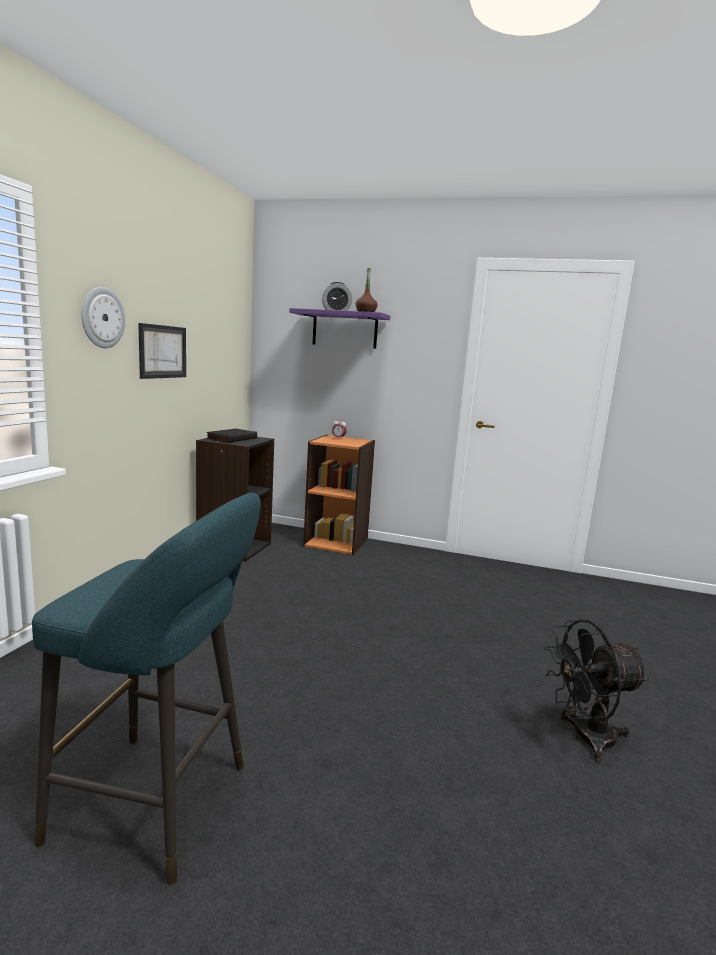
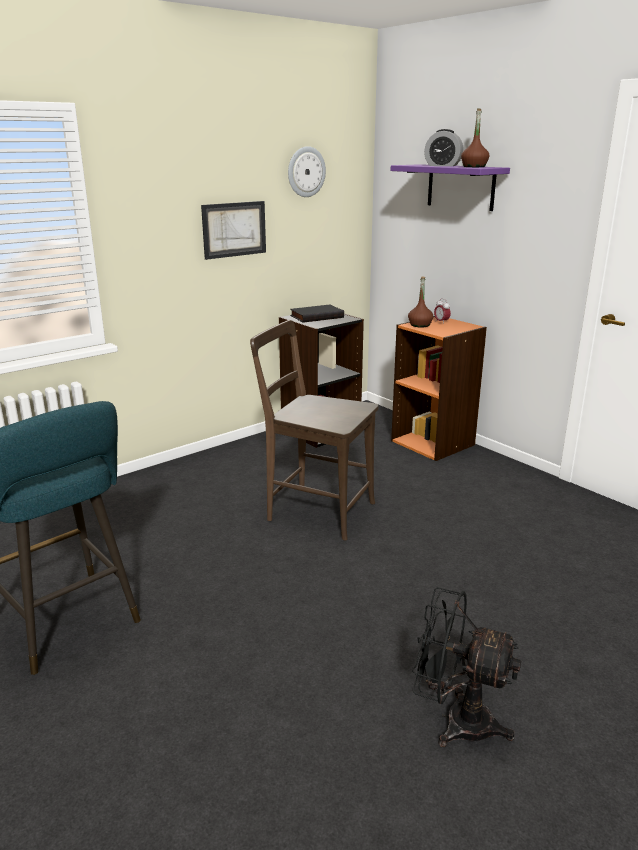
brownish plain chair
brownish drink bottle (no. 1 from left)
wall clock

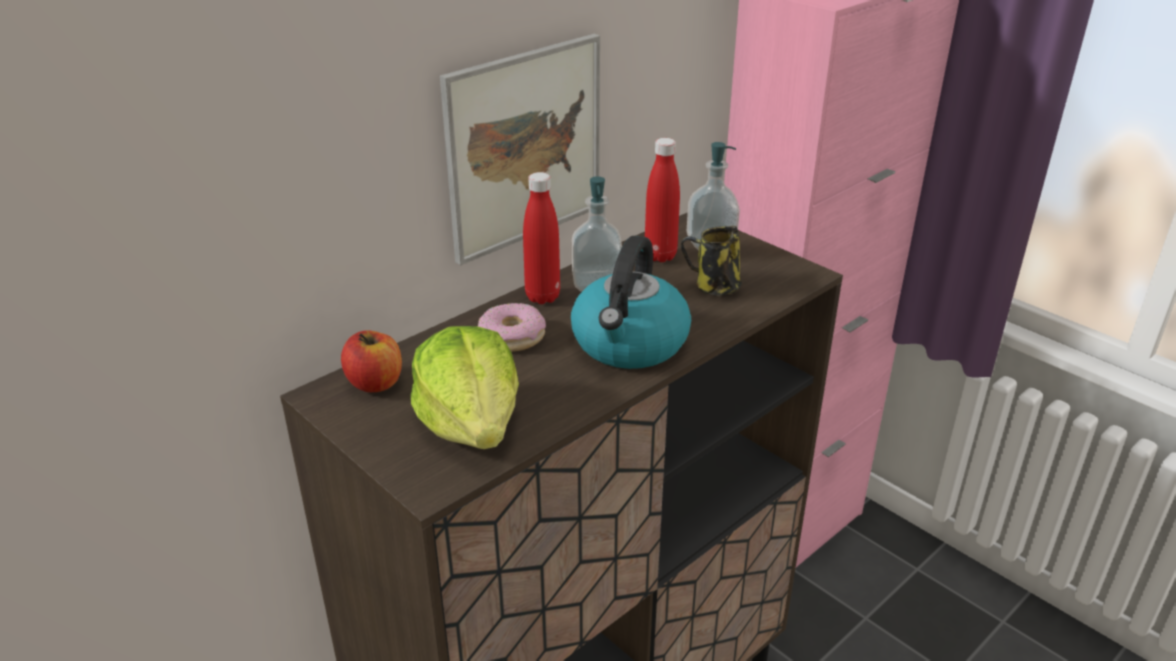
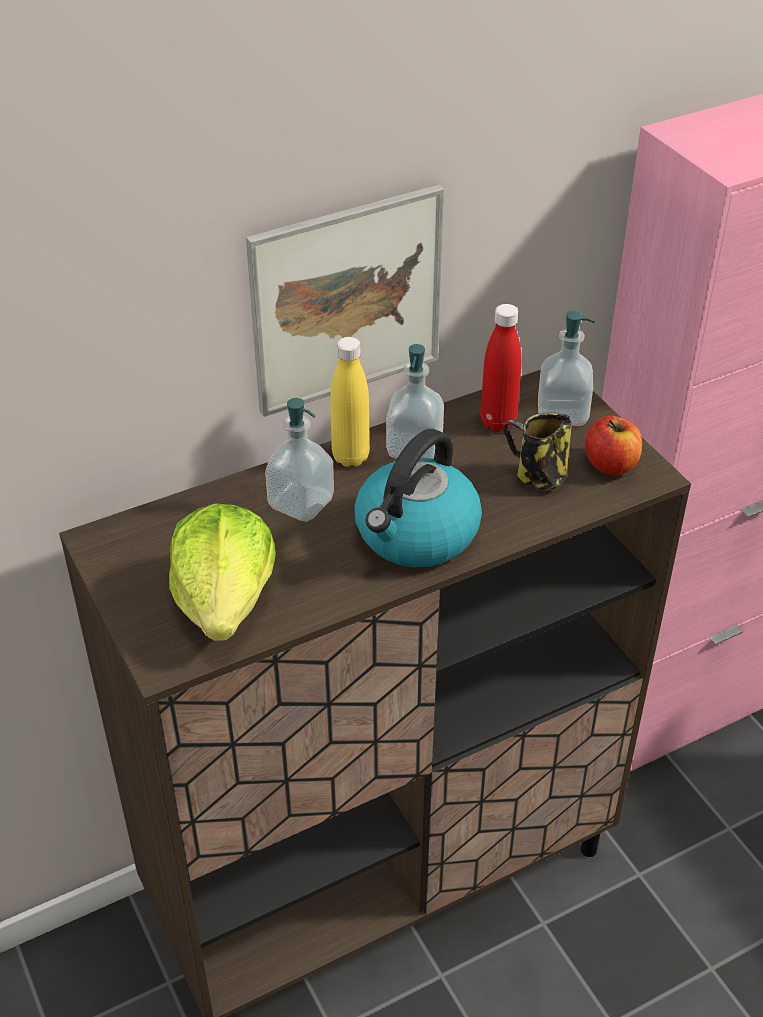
apple fruit
liquid soap bottle (no. 1 from left)
yellowish drink bottle

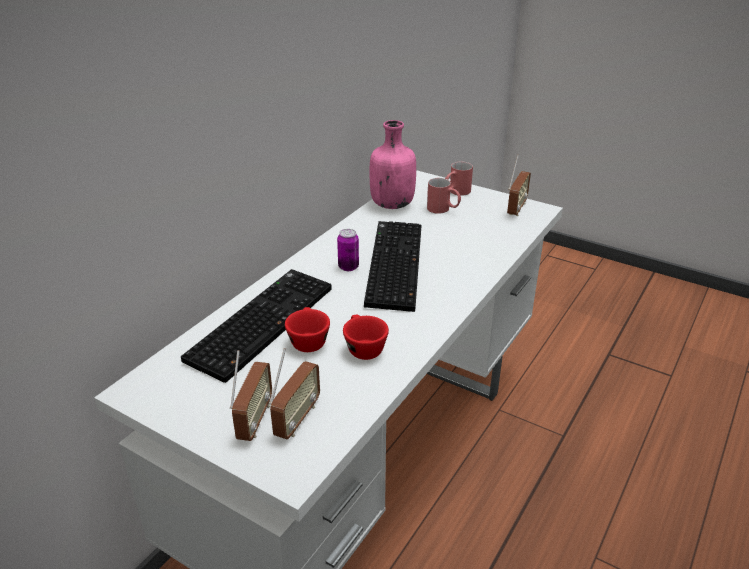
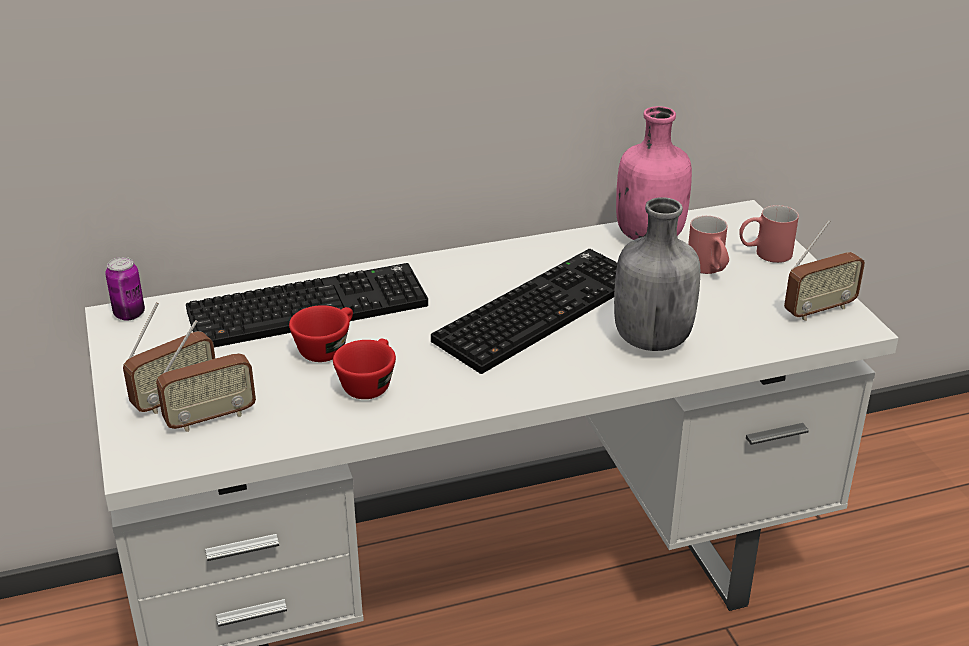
greyish drink bottle
can

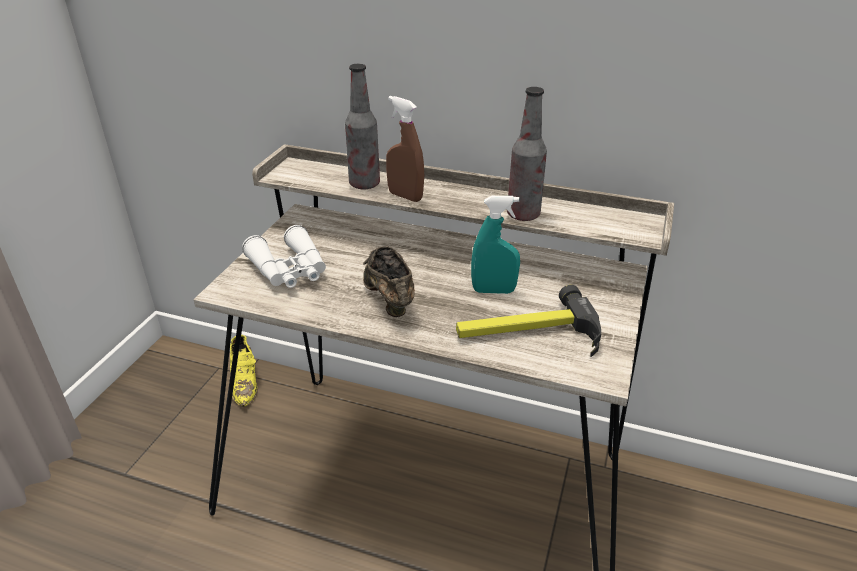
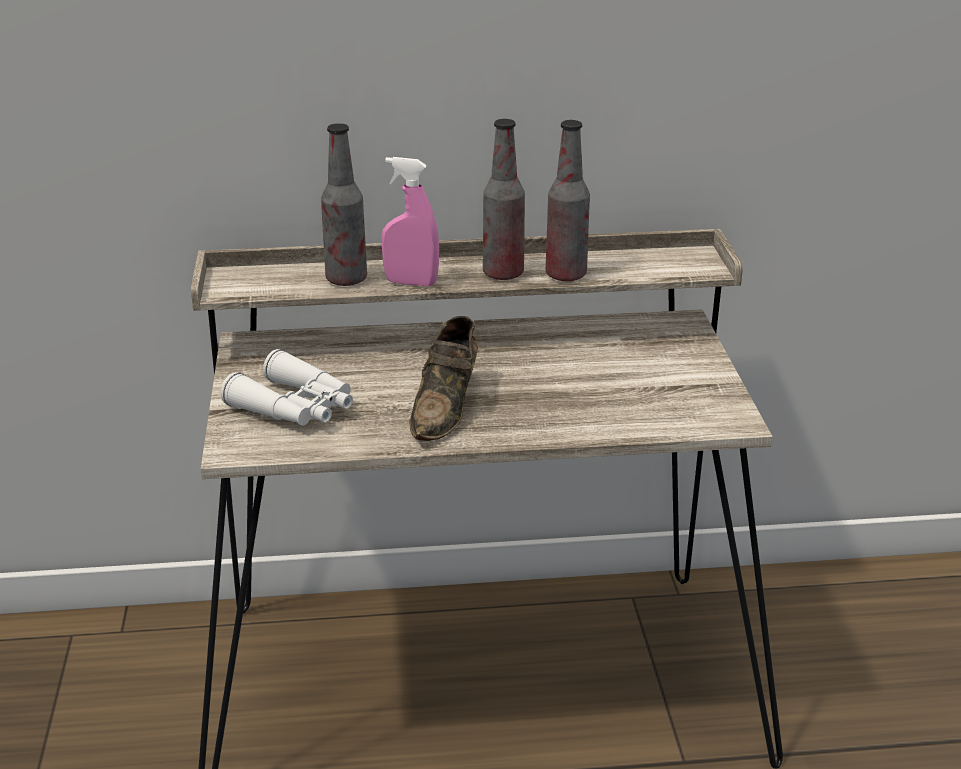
yellowish low shoe
tool hammer
turquoise-coloured sprayer
drink bottle (no. 2 from left)
pinkish sprayer
brownish low shoe

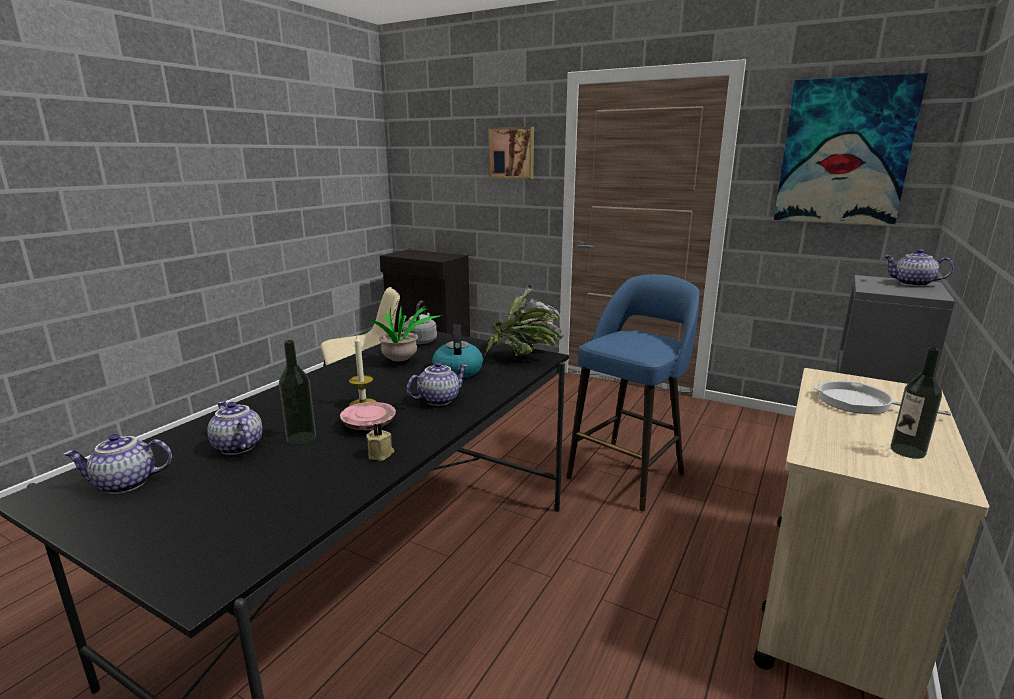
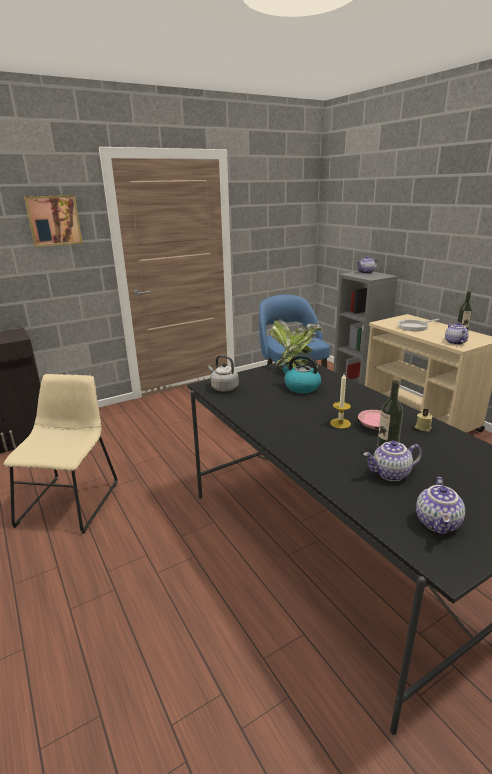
plant in a pot (no. 1 from left in the first image)
wall art (no. 2 from left in the first image)
teapot (no. 4 from left)

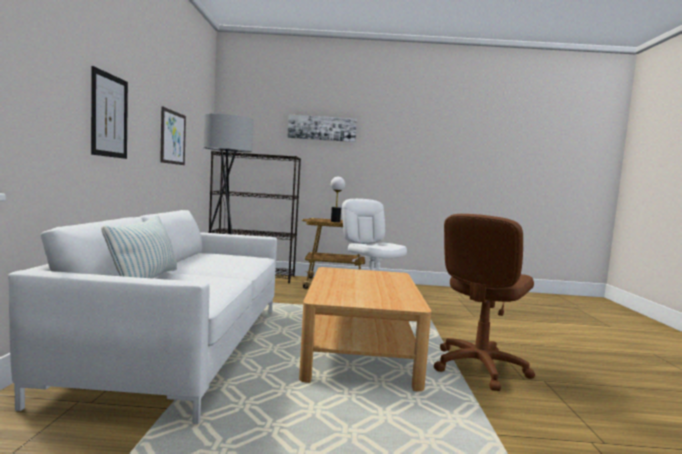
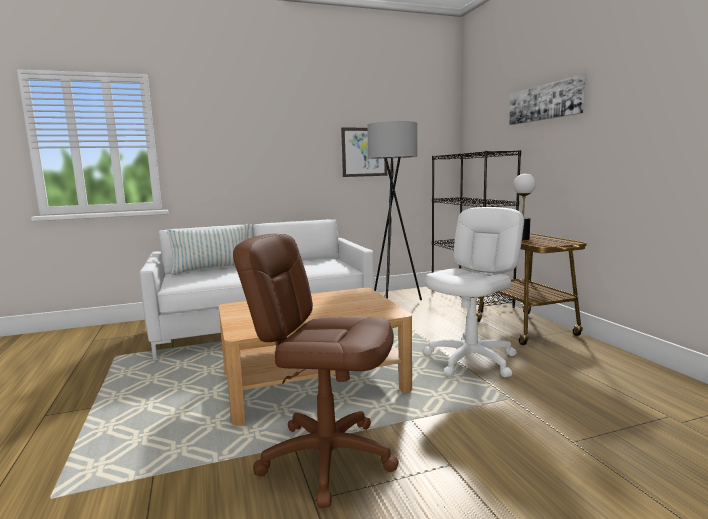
wall art (no. 1 from left in the first image)

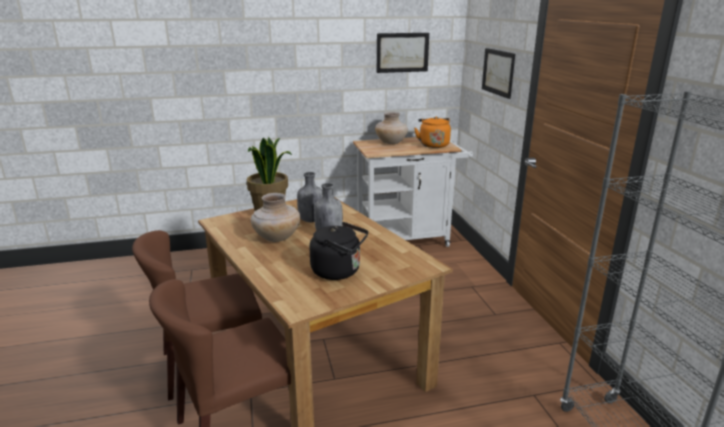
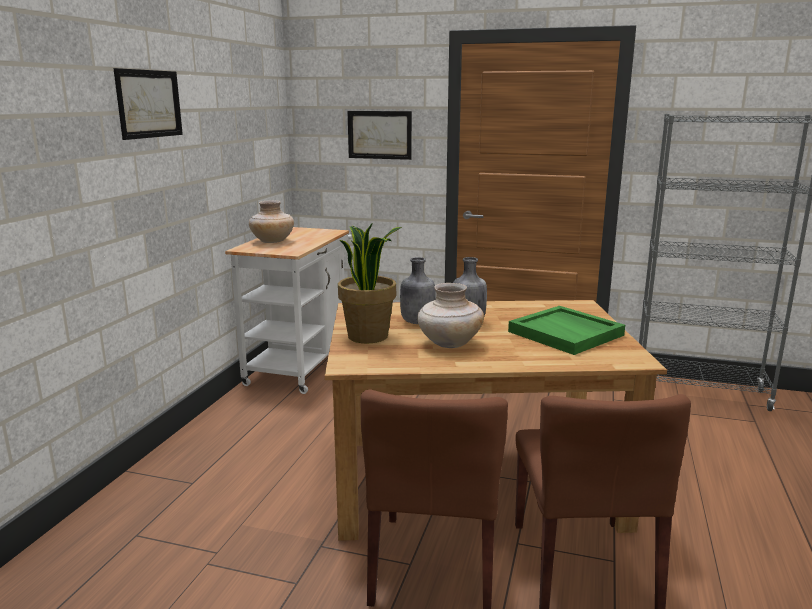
orange-coloured kettle
wall art (no. 1 from left)
green serving tray

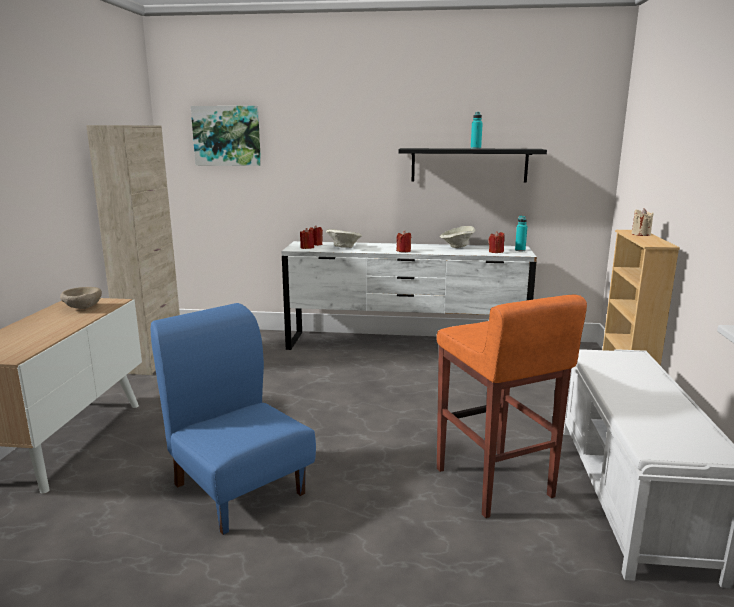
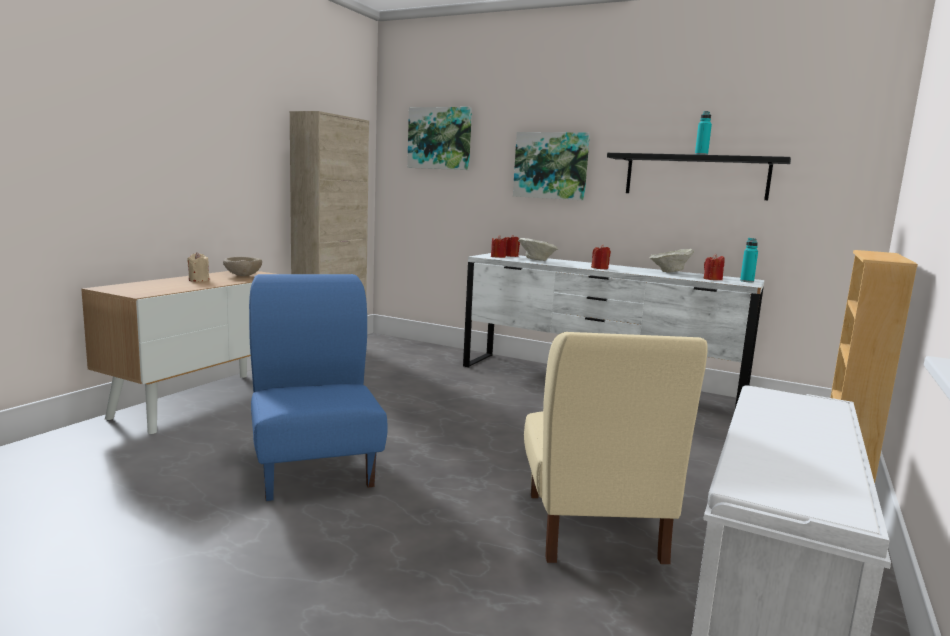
wall art (no. 2 from left)
beige candle
beige plain chair

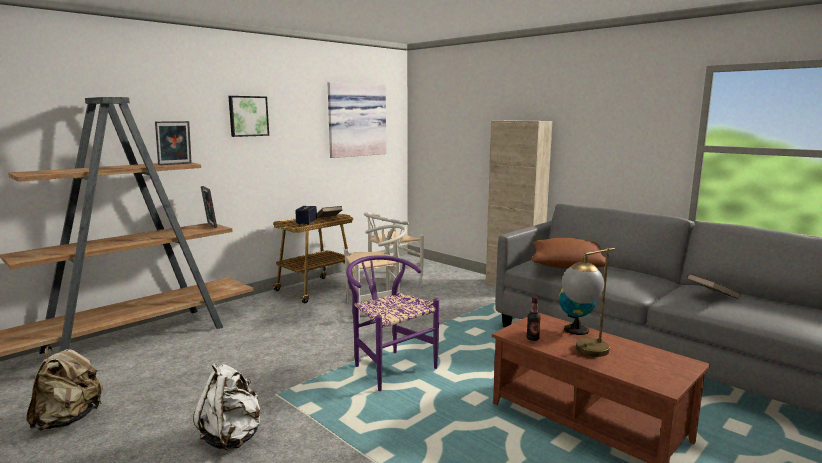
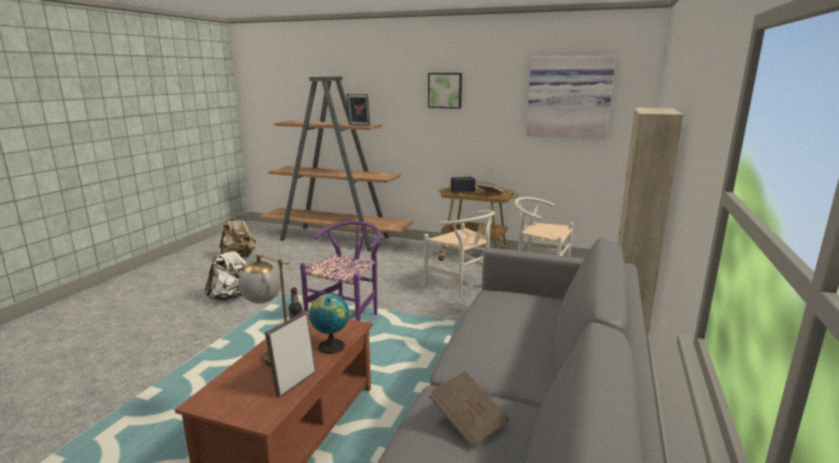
brownish throw pillow
photo frame (no. 1 from left)

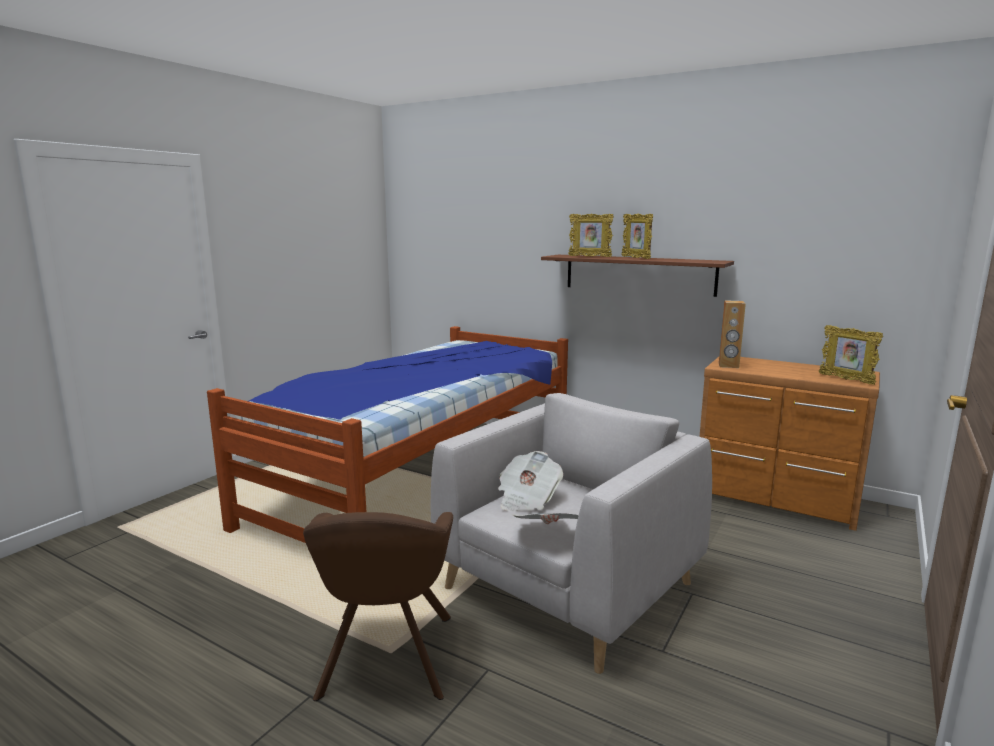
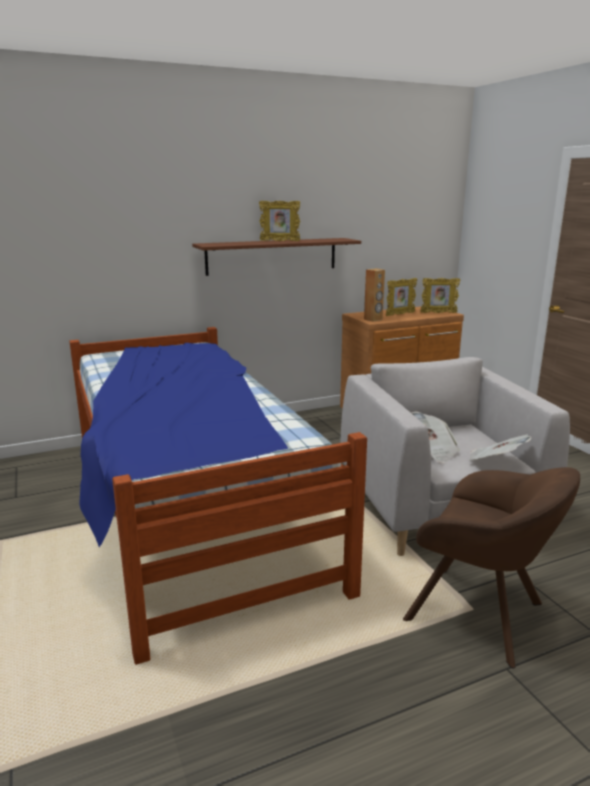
photo frame (no. 2 from left)

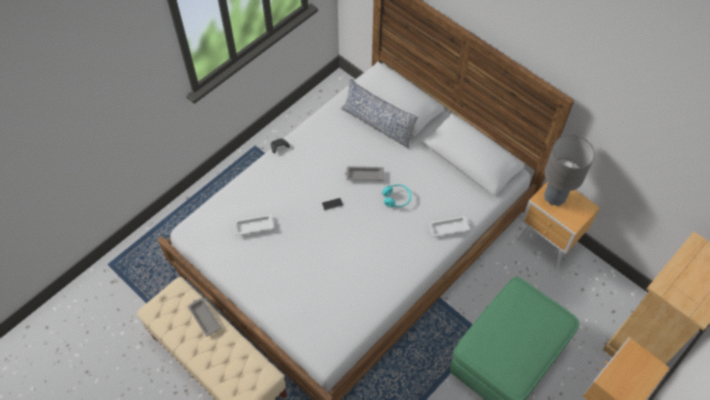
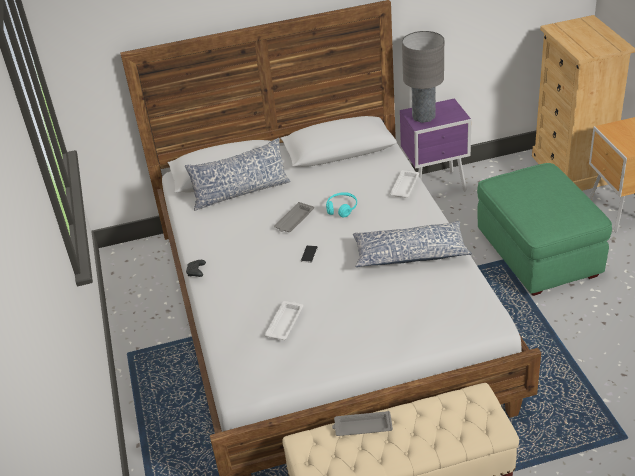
throw pillow (no. 2 from left)
purple-coloured bedside table

